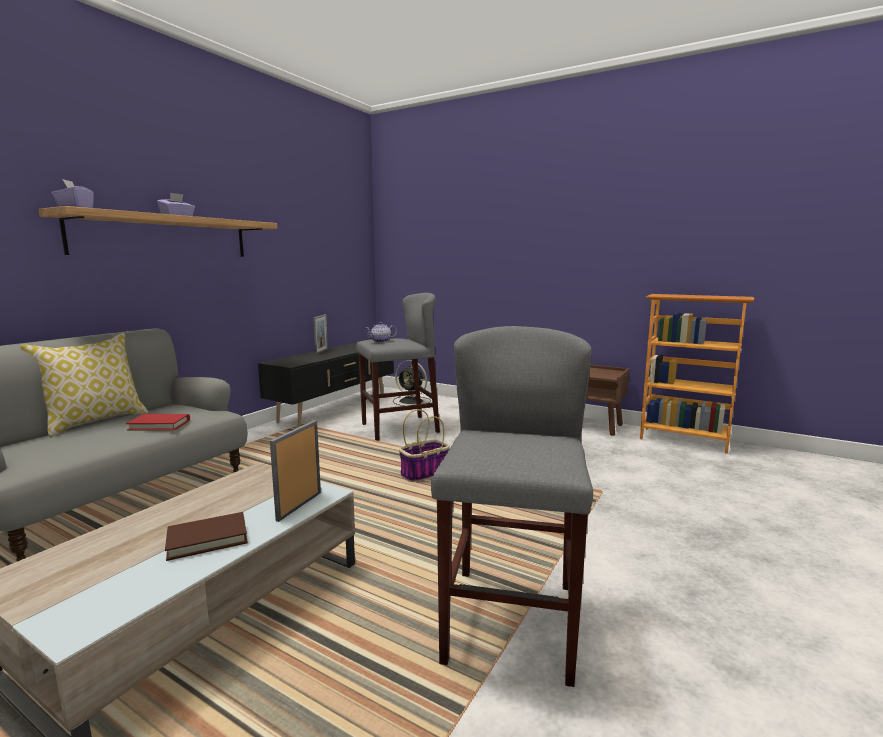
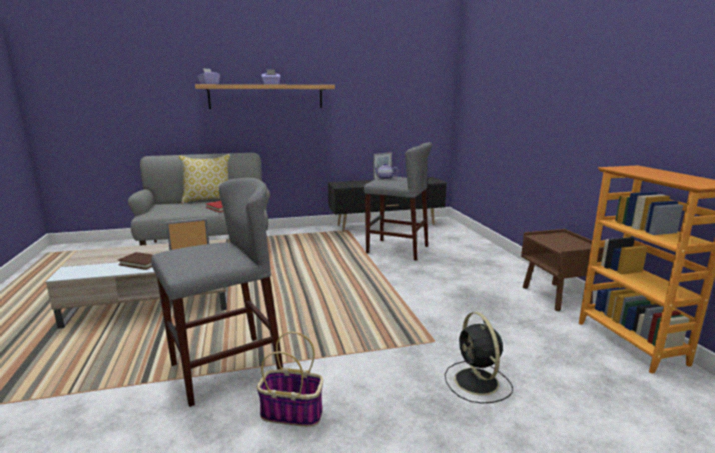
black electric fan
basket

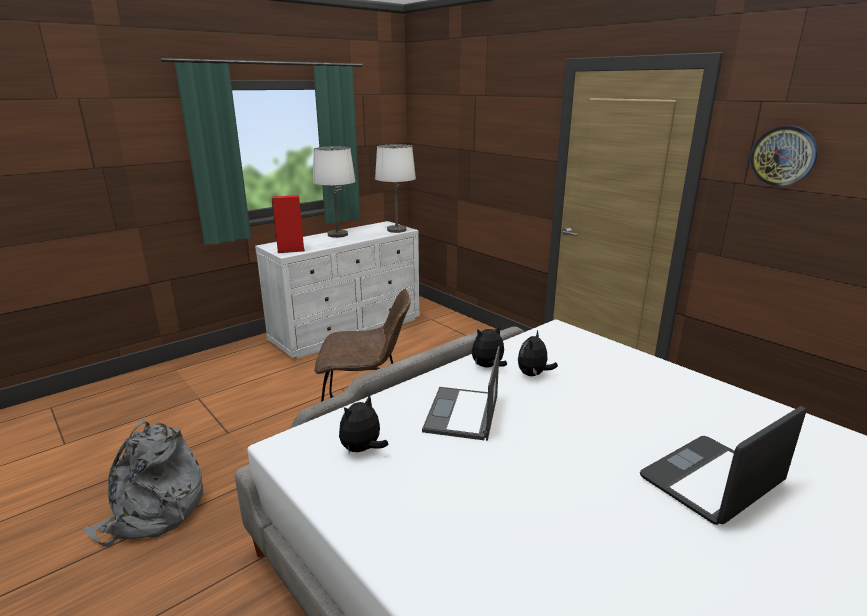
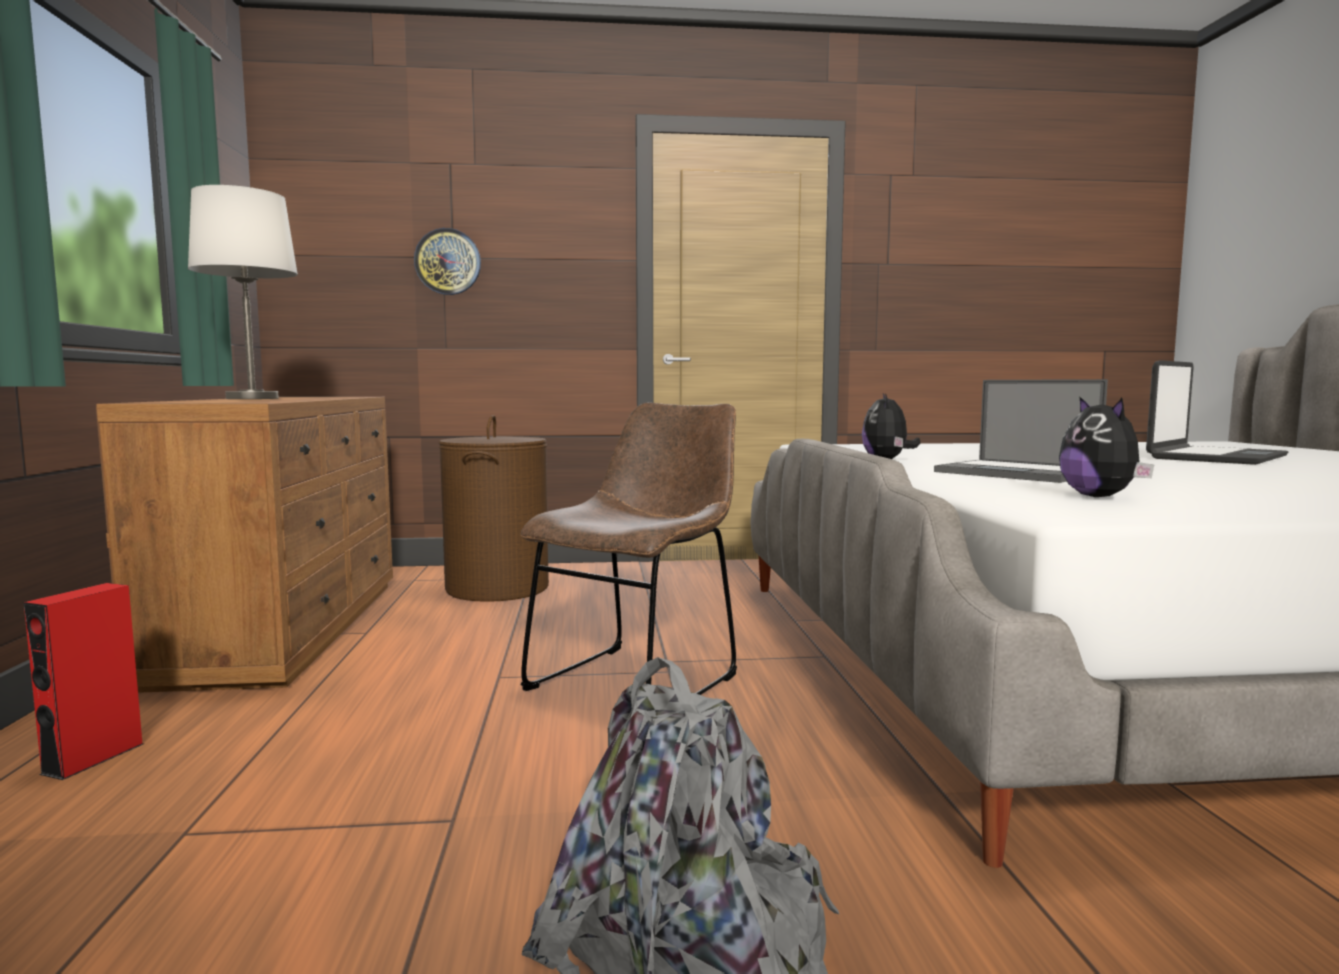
white-coloured table lamp (no. 2 from left in the first image)
soft toy (no. 3 from left in the first image)
brownish hamper
red speaker
wall clock
brownish drawer chest
portable computer (no. 2 from left)

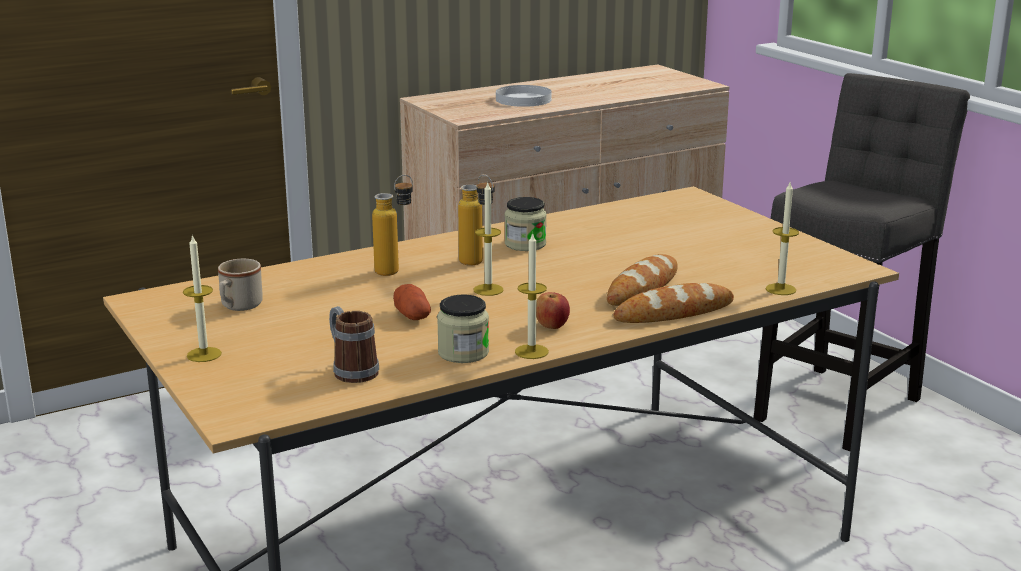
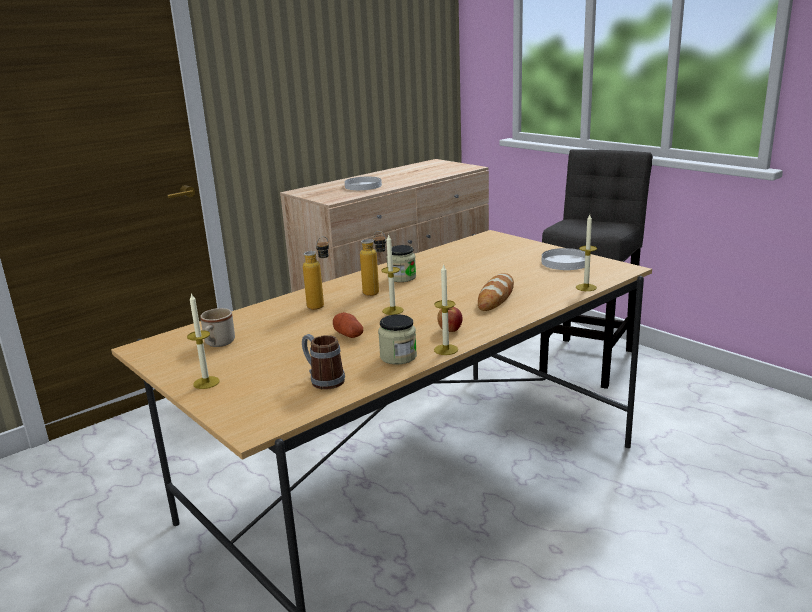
bakery bread (no. 2 from left in the first image)
white-coloured flat dish (no. 2 from left)

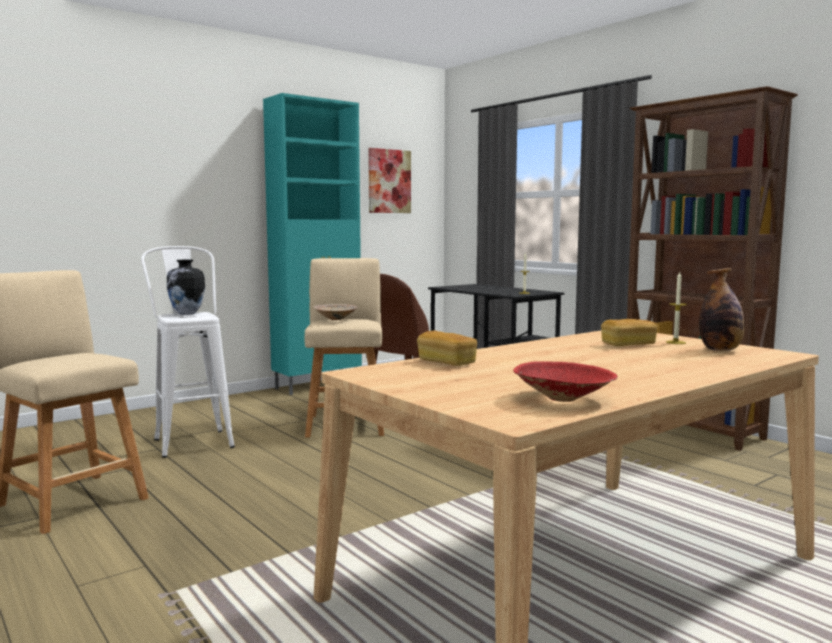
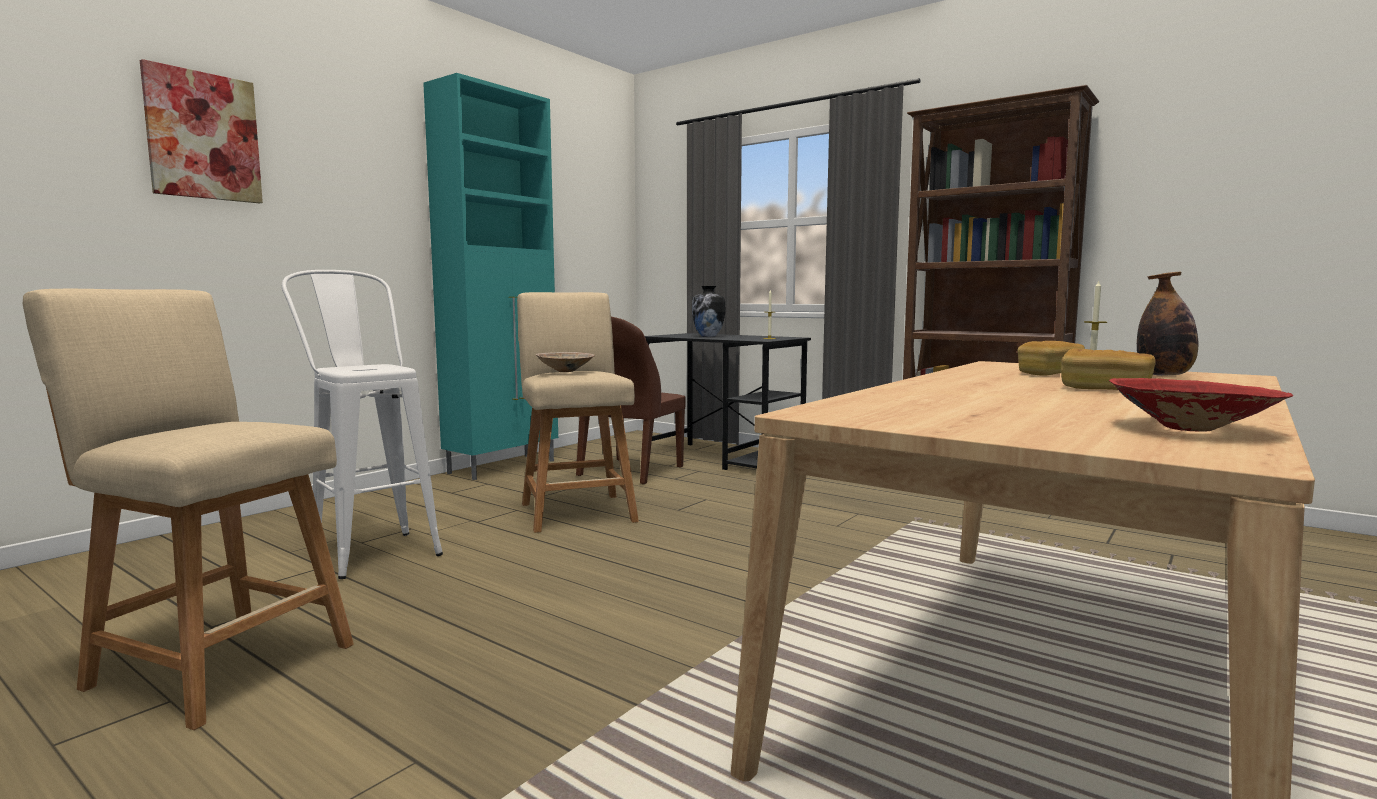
decorative vase
wall art
bakery bread (no. 2 from left)

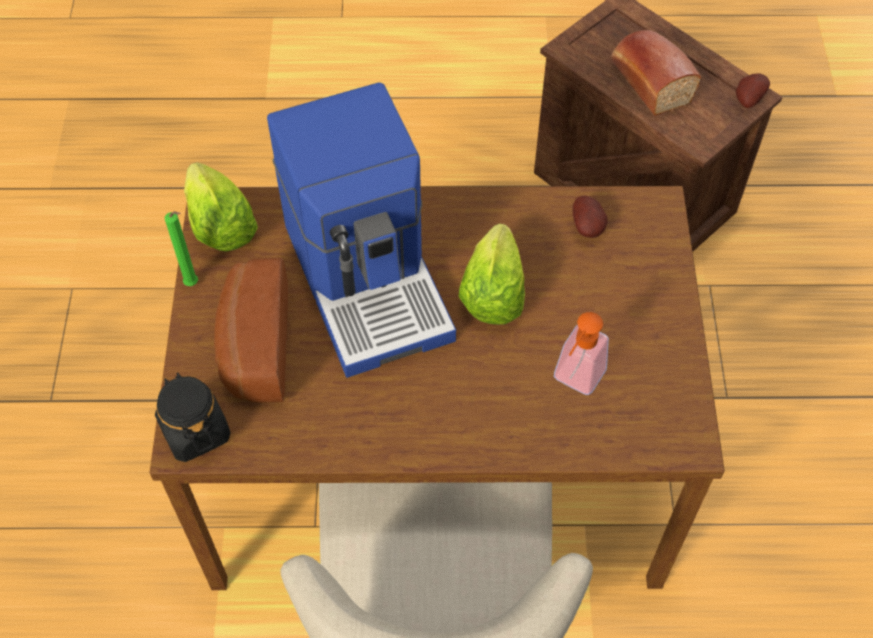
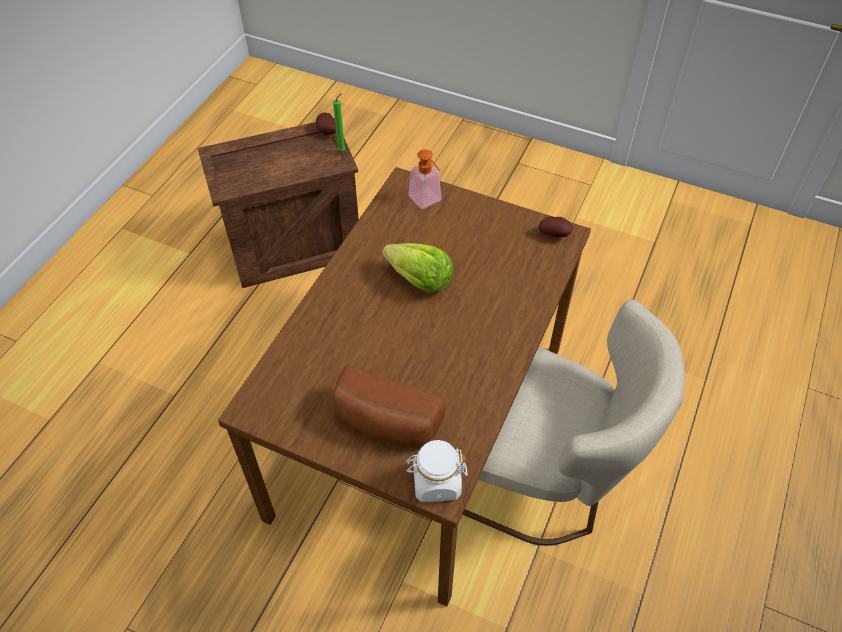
lettuce (no. 1 from left in the first image)
coffee maker
bakery bread (no. 2 from left in the first image)
green candle
liquid soap bottle
whole potato (no. 2 from left)
white-coloured storage jar

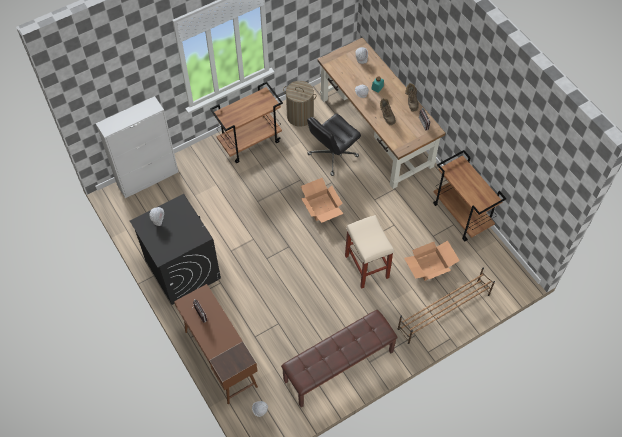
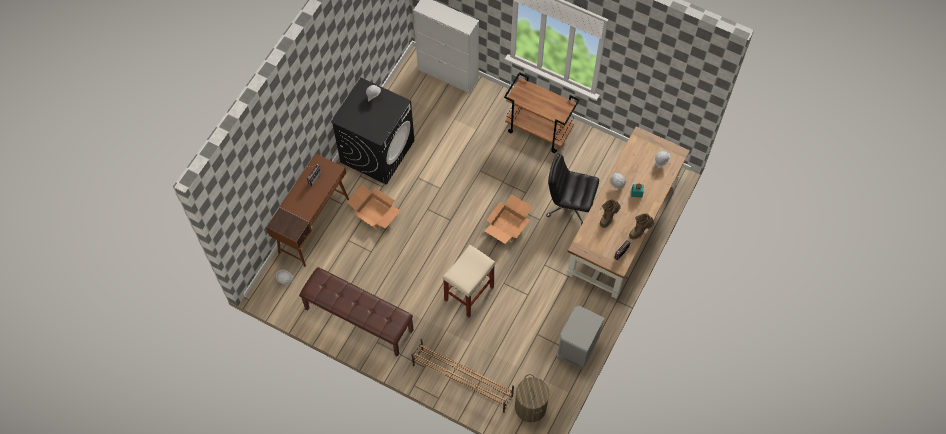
hamper
packing box (no. 1 from left)
greyish bedside table

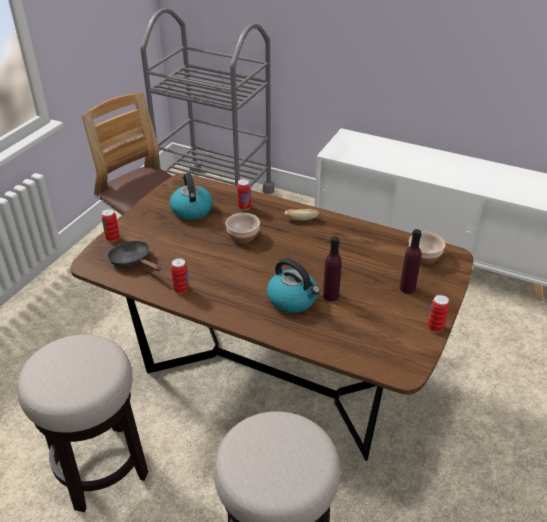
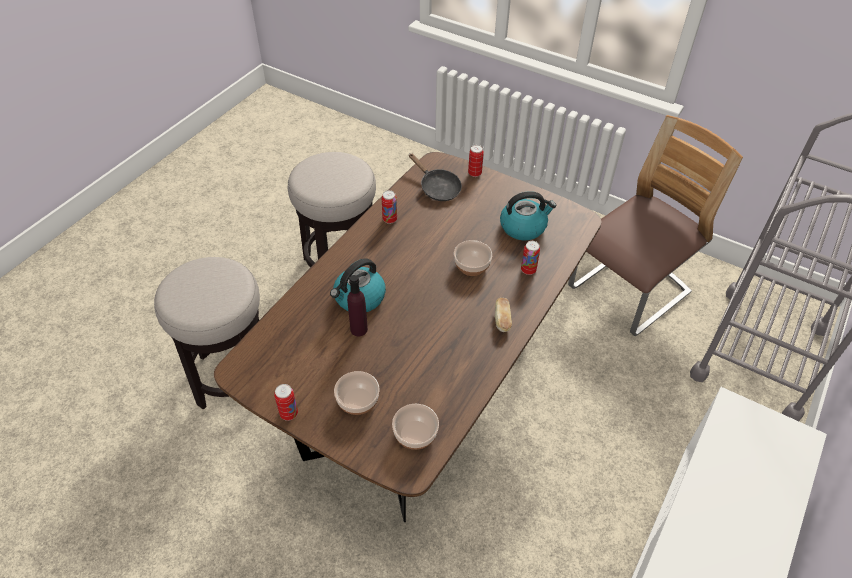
deep dish (no. 1 from left)
black frying pan

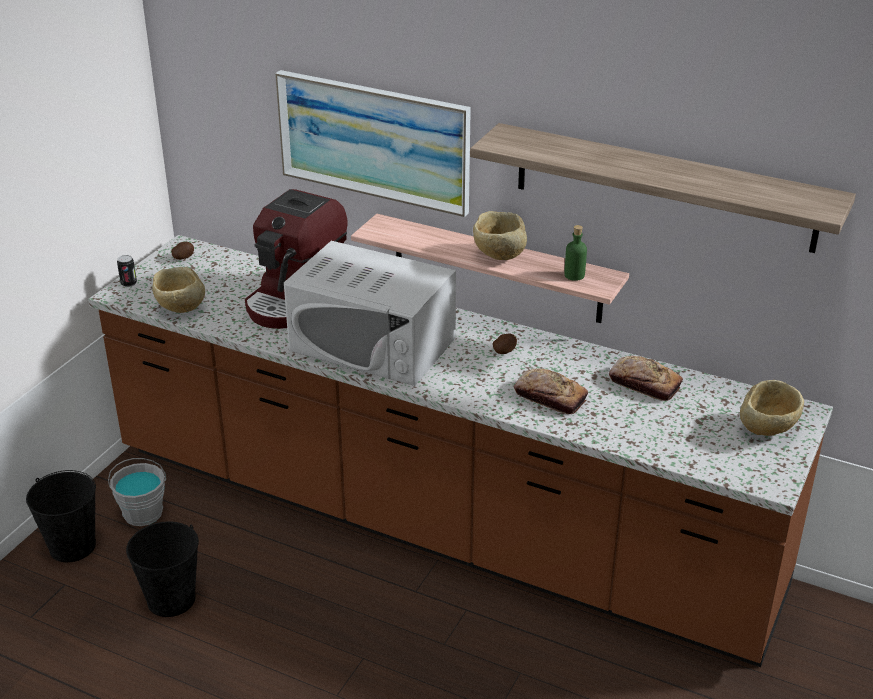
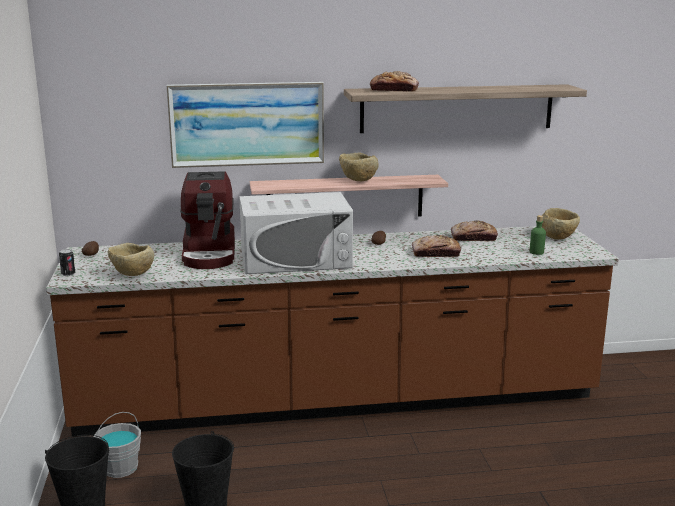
bakery bread (no. 1 from left)
green drink bottle

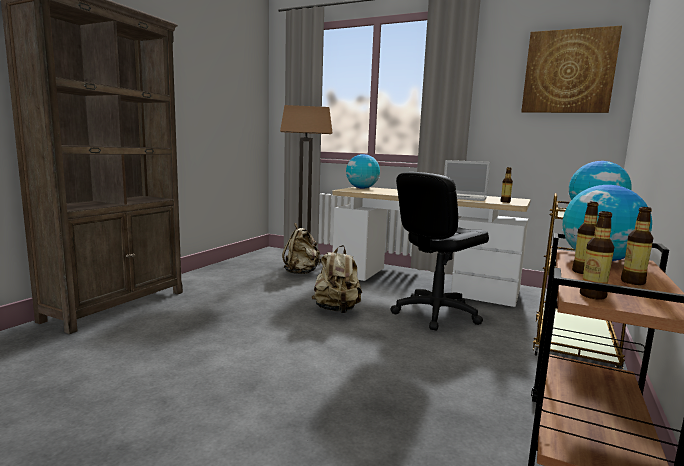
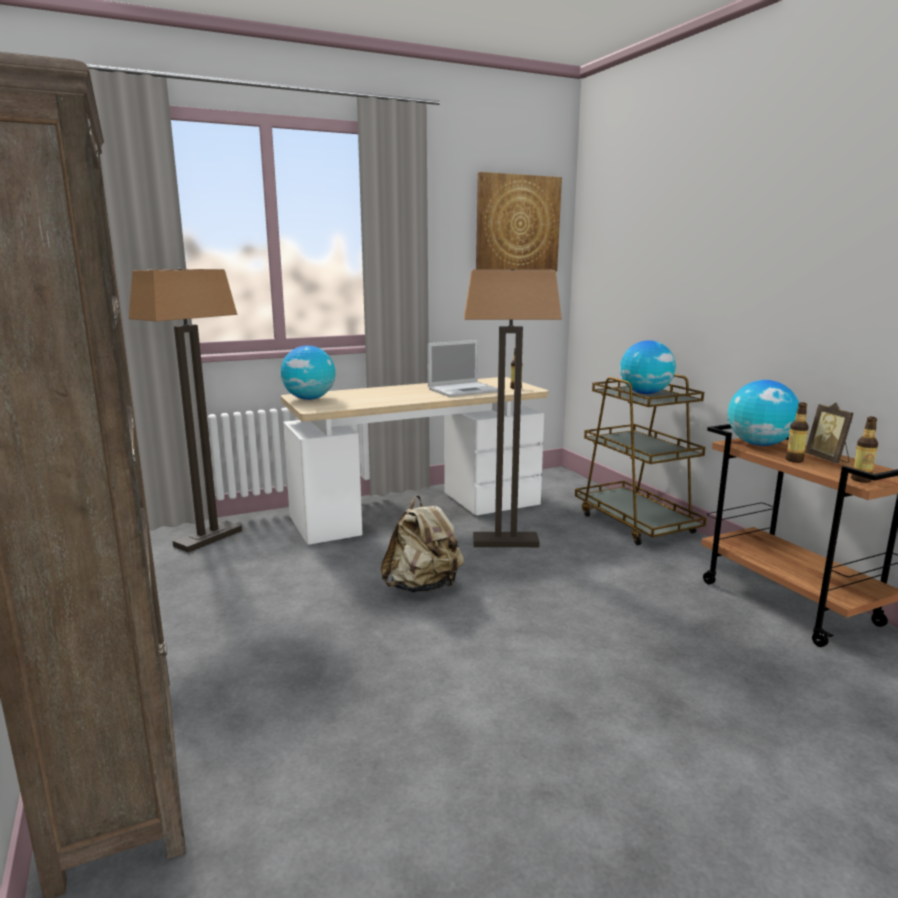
beige backpack (no. 1 from left in the first image)
standing lamp (no. 2 from left)
photo frame

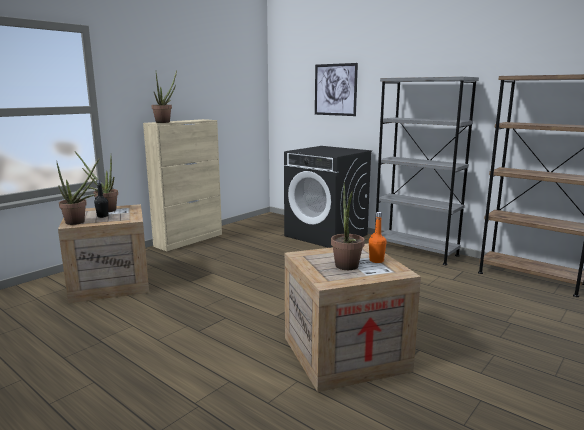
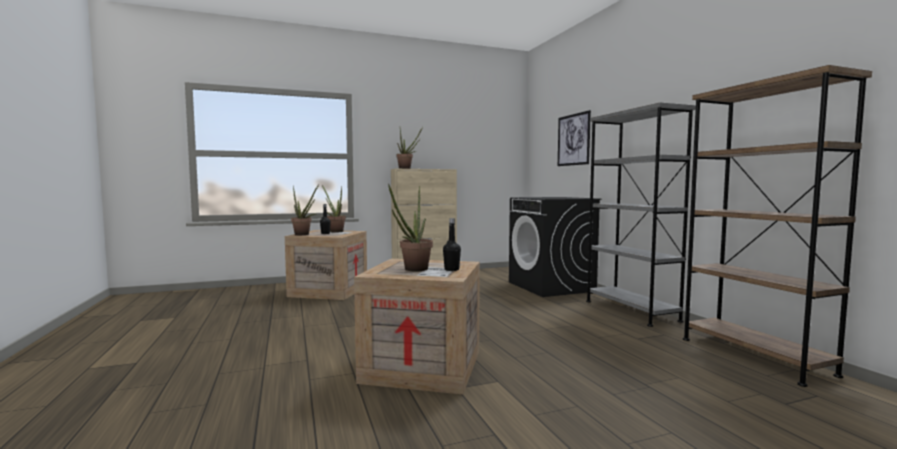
black drink bottle (no. 2 from left)

